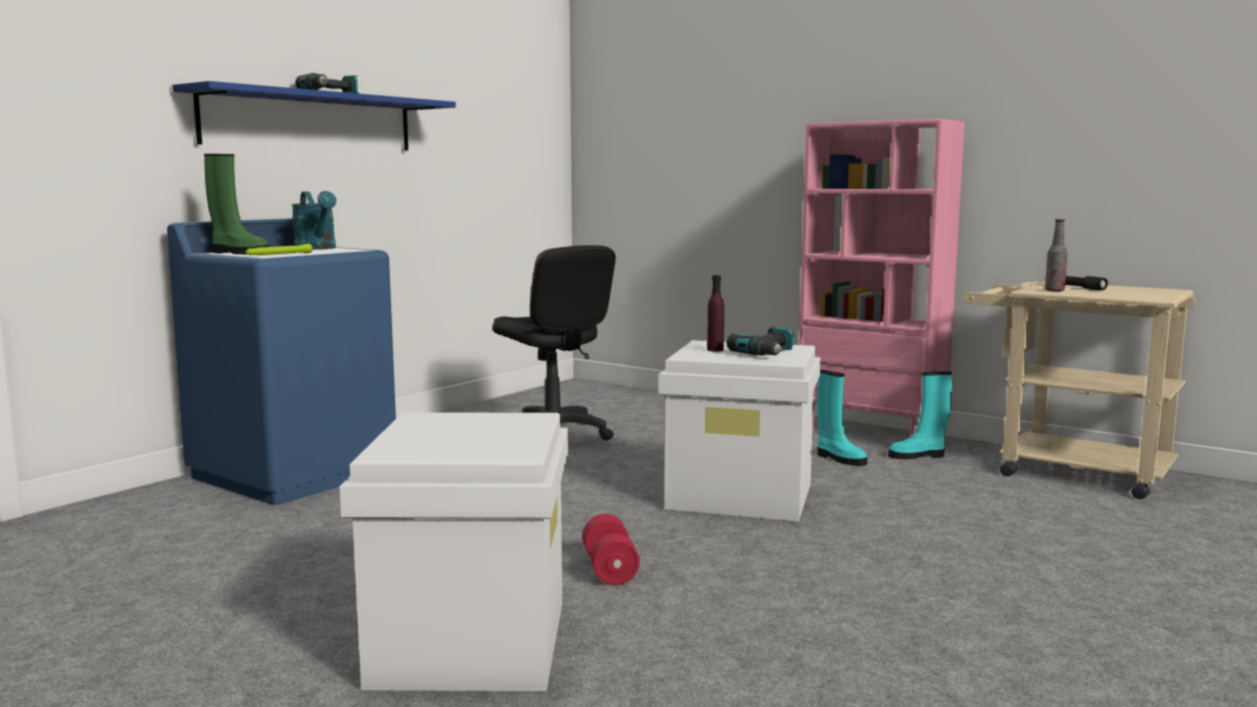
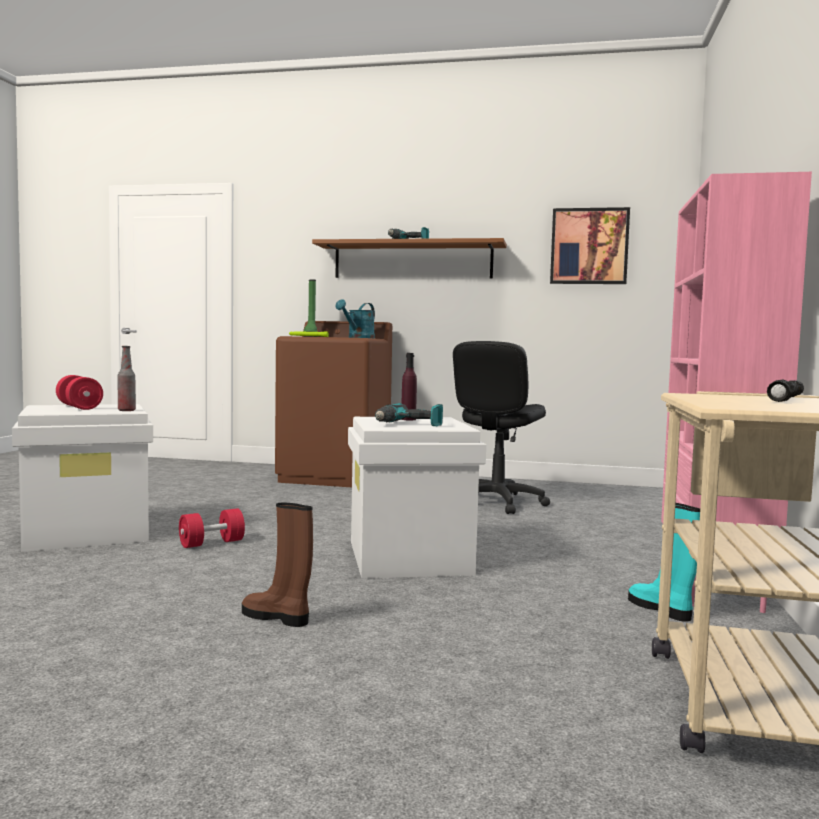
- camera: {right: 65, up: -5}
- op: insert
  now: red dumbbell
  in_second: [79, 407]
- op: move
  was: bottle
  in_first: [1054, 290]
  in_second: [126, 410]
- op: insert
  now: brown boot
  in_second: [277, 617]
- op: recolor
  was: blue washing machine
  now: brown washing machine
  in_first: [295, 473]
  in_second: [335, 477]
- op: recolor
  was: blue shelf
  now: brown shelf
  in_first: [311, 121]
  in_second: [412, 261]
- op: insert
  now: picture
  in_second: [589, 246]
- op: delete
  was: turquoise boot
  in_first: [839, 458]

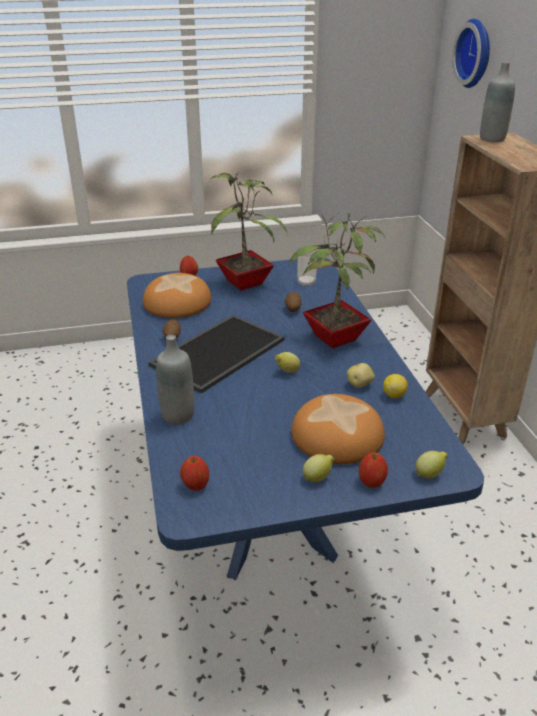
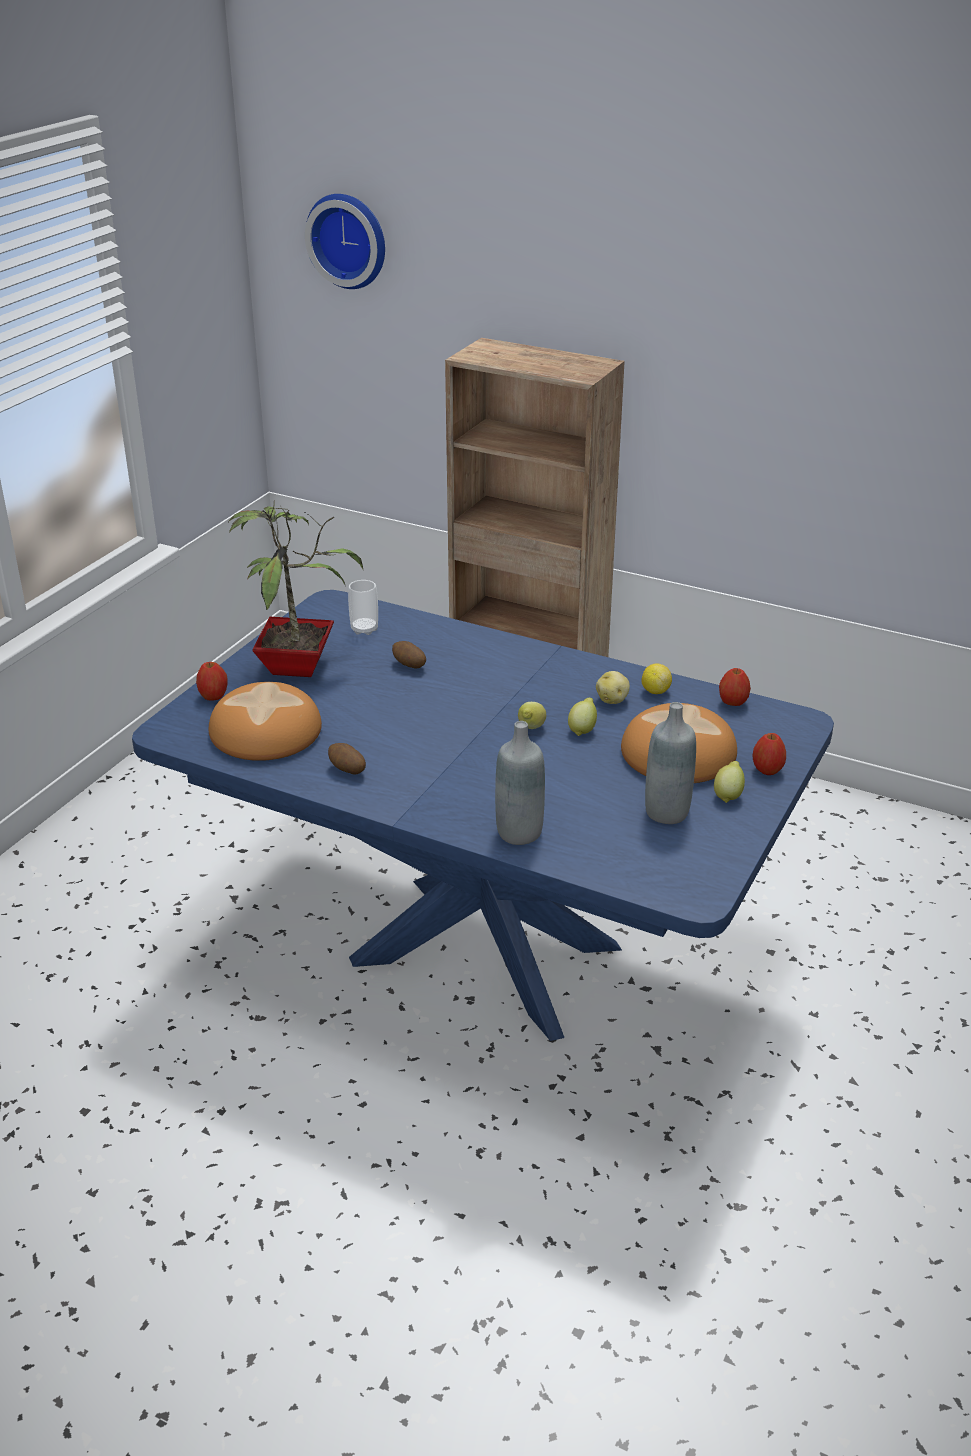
- camera: {right: -50, up: 0}
- op: move
  was: lemon
  in_first: [429, 474]
  in_second: [582, 729]
- op: move
  was: grey bottle
  in_first: [492, 139]
  in_second: [667, 812]
- op: move
  was: apple
  in_first: [195, 485]
  in_second: [732, 703]
- op: delete
  was: tray
  in_first: [217, 351]
- op: delete
  was: potted plant
  in_first: [333, 339]

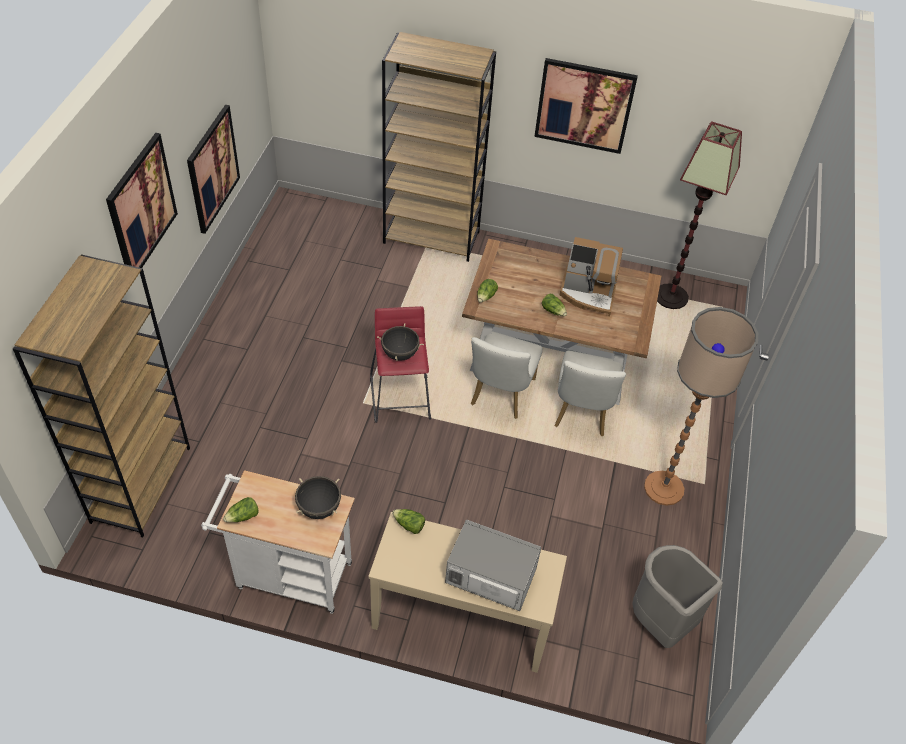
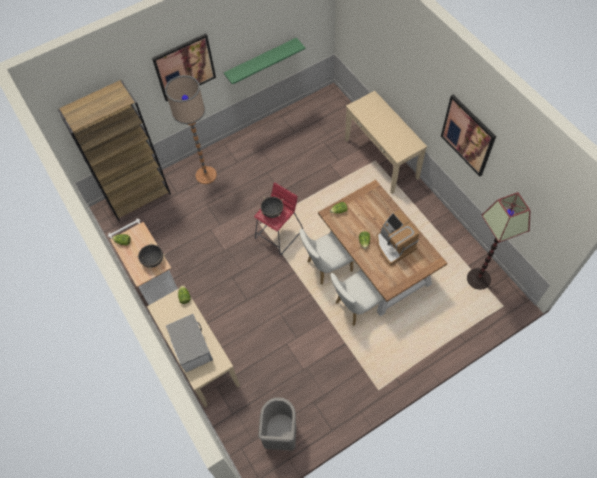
- camera: {right: 50, up: 10}
- op: move
  was: floor lamp
  in_first: [664, 488]
  in_second: [206, 175]
- op: replace
  was: picture
  now: green shelf
  in_first: [213, 169]
  in_second: [261, 60]
- op: replace
  was: brown bookcase
  now: beige console table
  in_first: [432, 237]
  in_second: [381, 158]

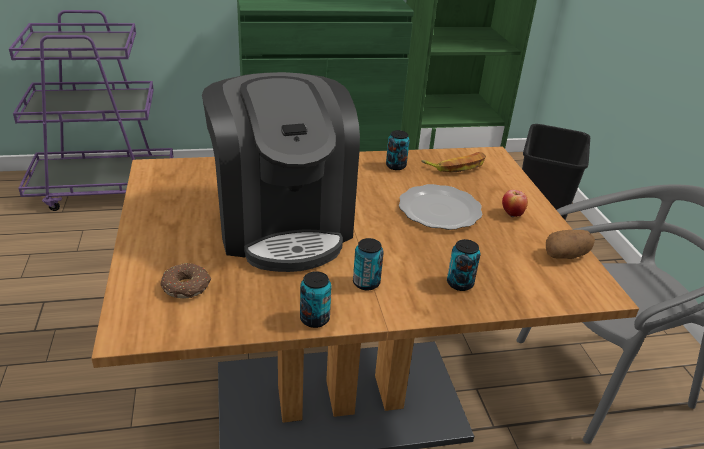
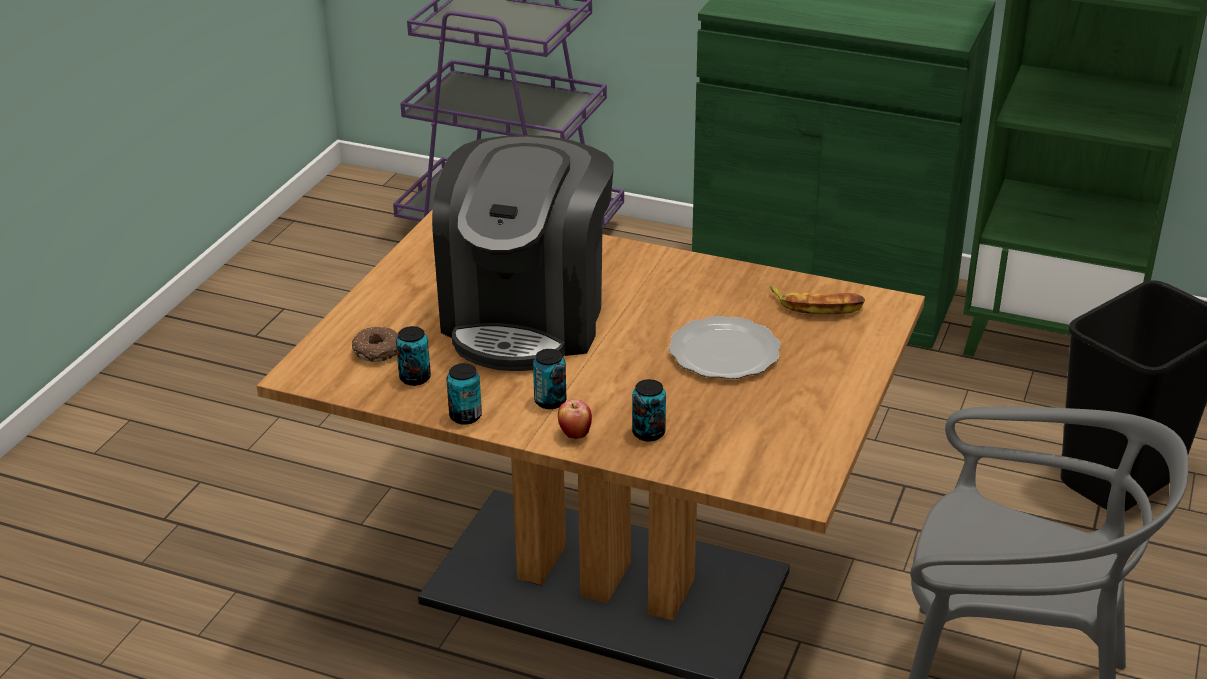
- camera: {right: 35, up: 0}
- op: move
  was: can
  in_first: [396, 166]
  in_second: [415, 378]
- op: move
  was: apple
  in_first: [511, 214]
  in_second: [574, 434]
- op: delete
  was: potato
  in_first: [566, 255]

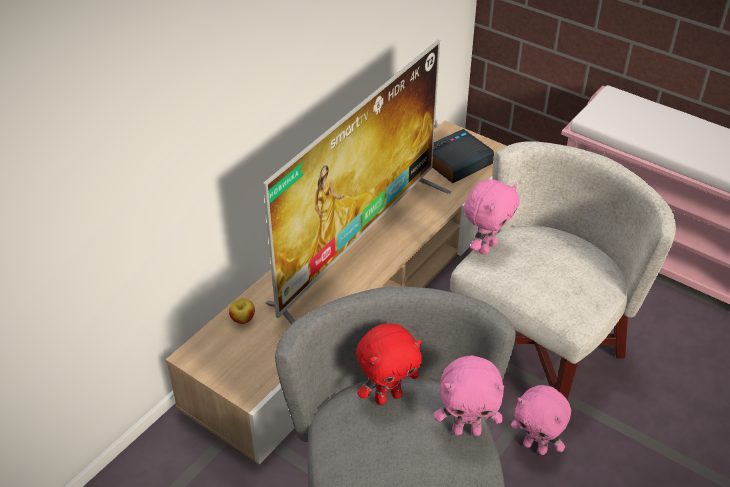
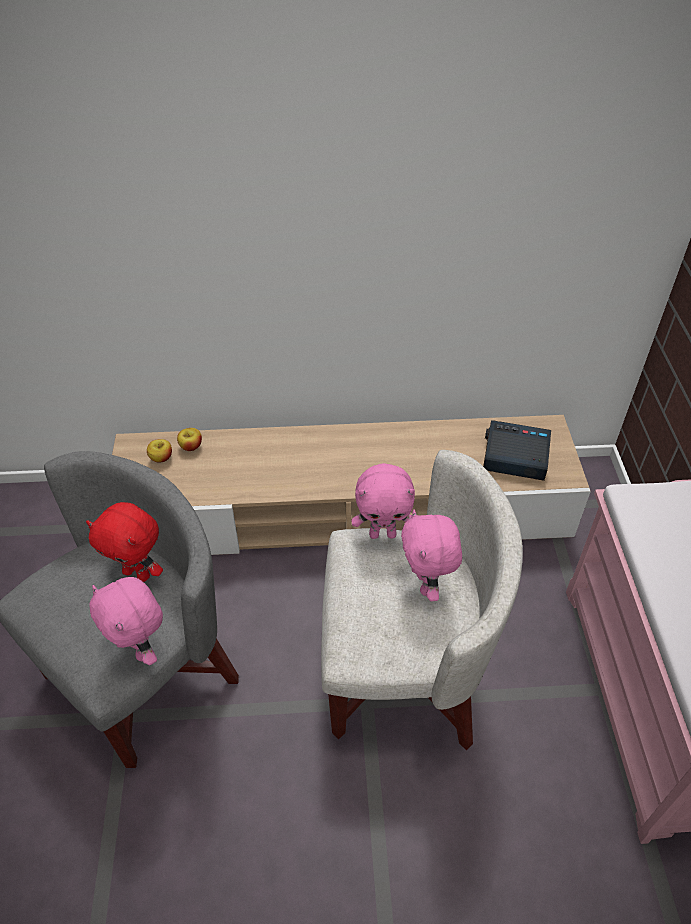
- camera: {right: 50, up: 5}
- op: insert
  now: apple
  in_second: [161, 458]
- op: move
  was: pink plush toy
  in_first: [535, 447]
  in_second: [427, 585]
- op: delete
  was: television
  in_first: [358, 246]

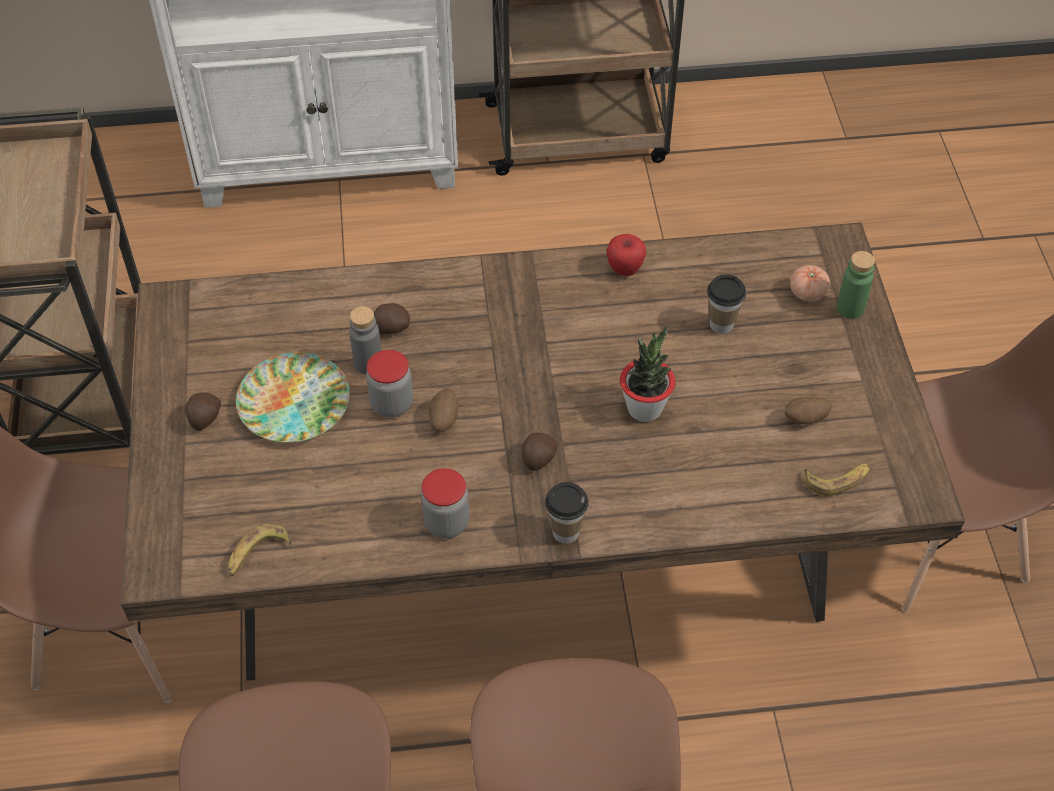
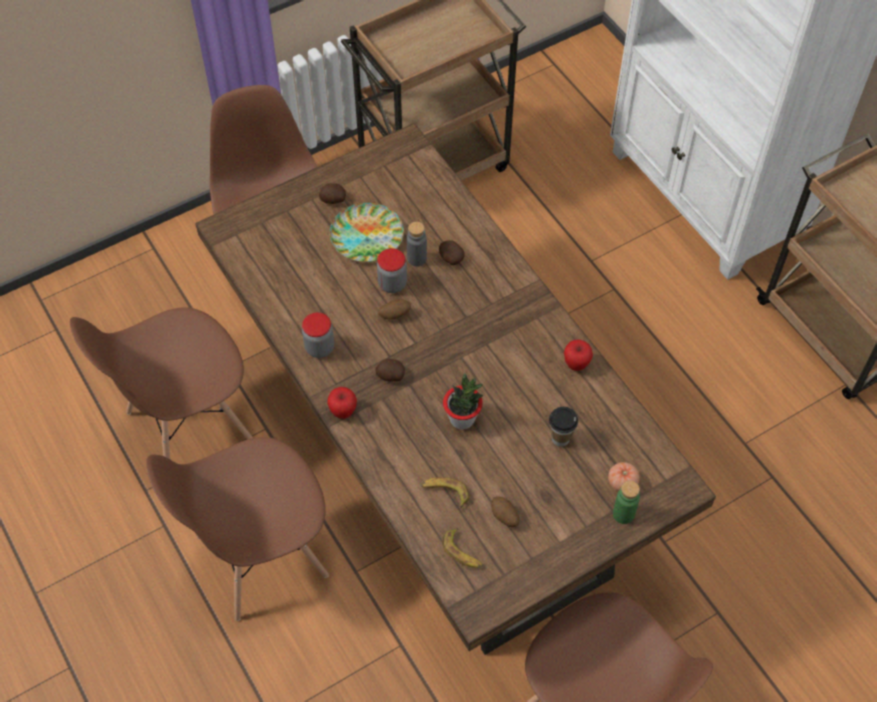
- camera: {right: 65, up: 5}
- op: replace
  was: cup
  now: apple
  in_first: [565, 532]
  in_second: [343, 411]
- op: move
  was: banana
  in_first: [257, 554]
  in_second: [445, 492]

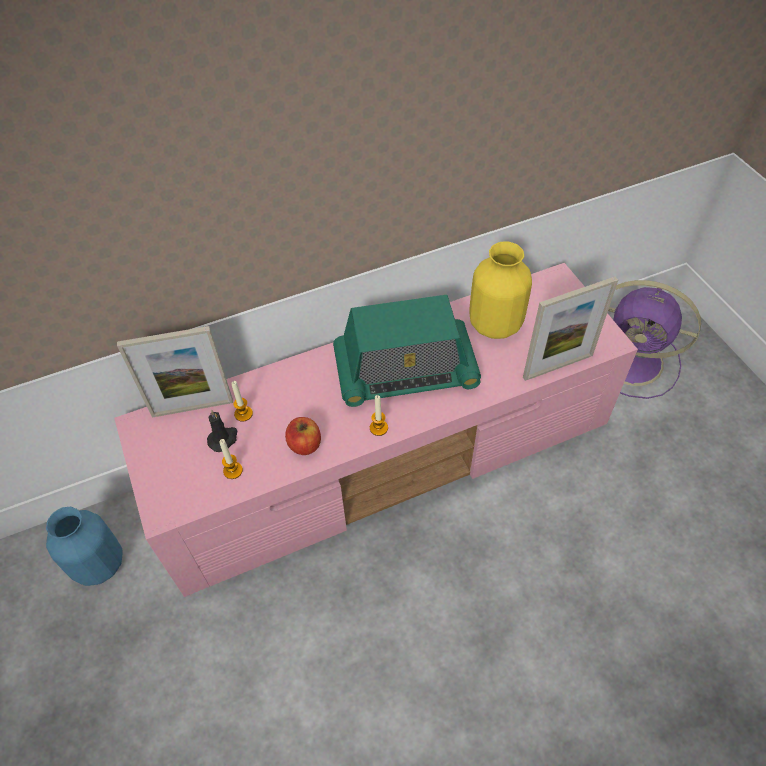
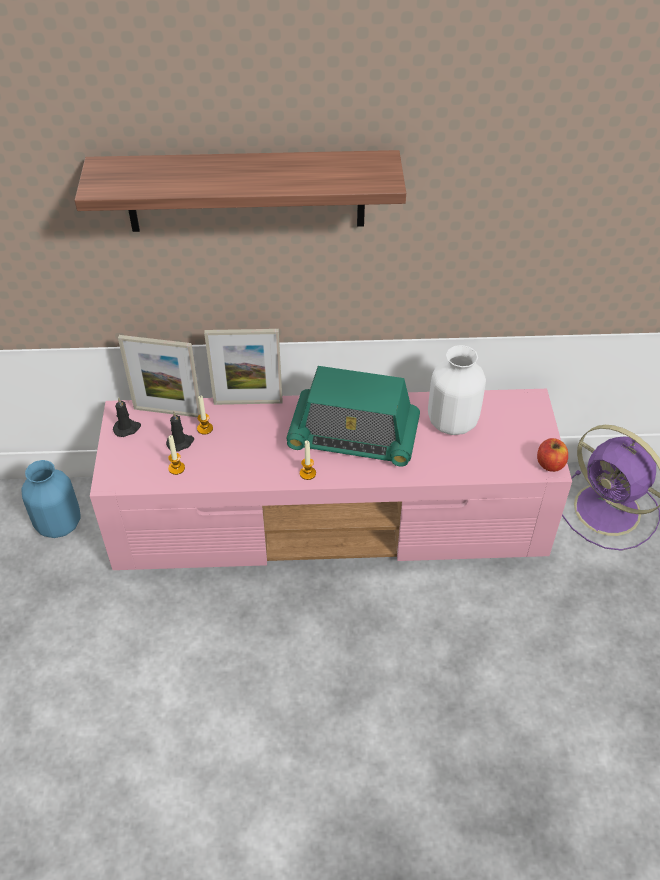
- camera: {right: 20, up: -5}
- op: insert
  now: shelf
  in_second: [245, 191]
- op: insert
  now: black candle
  in_second: [127, 428]
- op: move
  was: picture frame
  in_first: [558, 366]
  in_second: [248, 402]
- op: recolor
  was: yellow vase
  now: white vase
  in_first: [495, 324]
  in_second: [453, 421]
- op: move
  was: apple
  in_first: [304, 444]
  in_second: [550, 464]

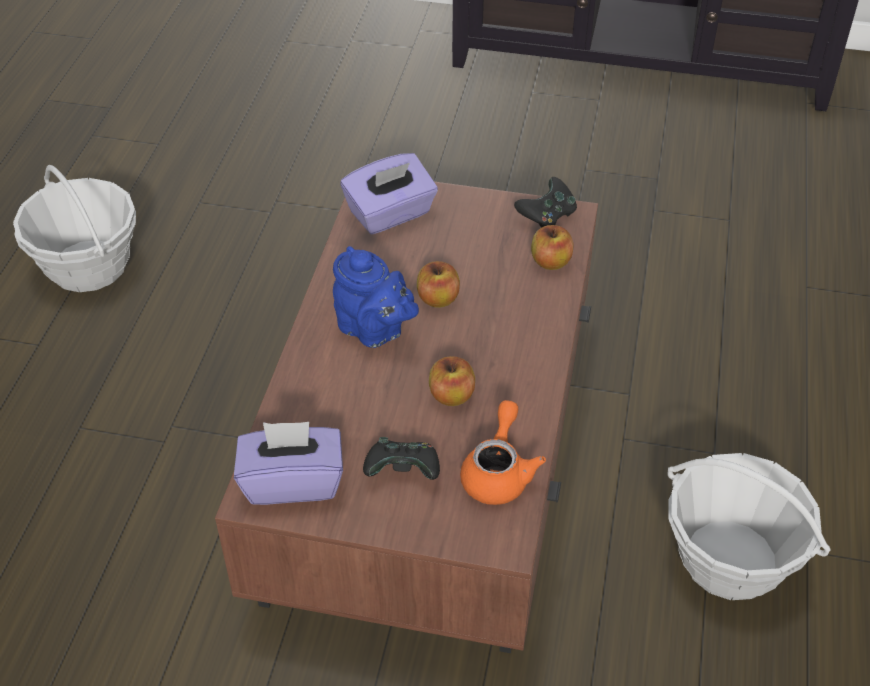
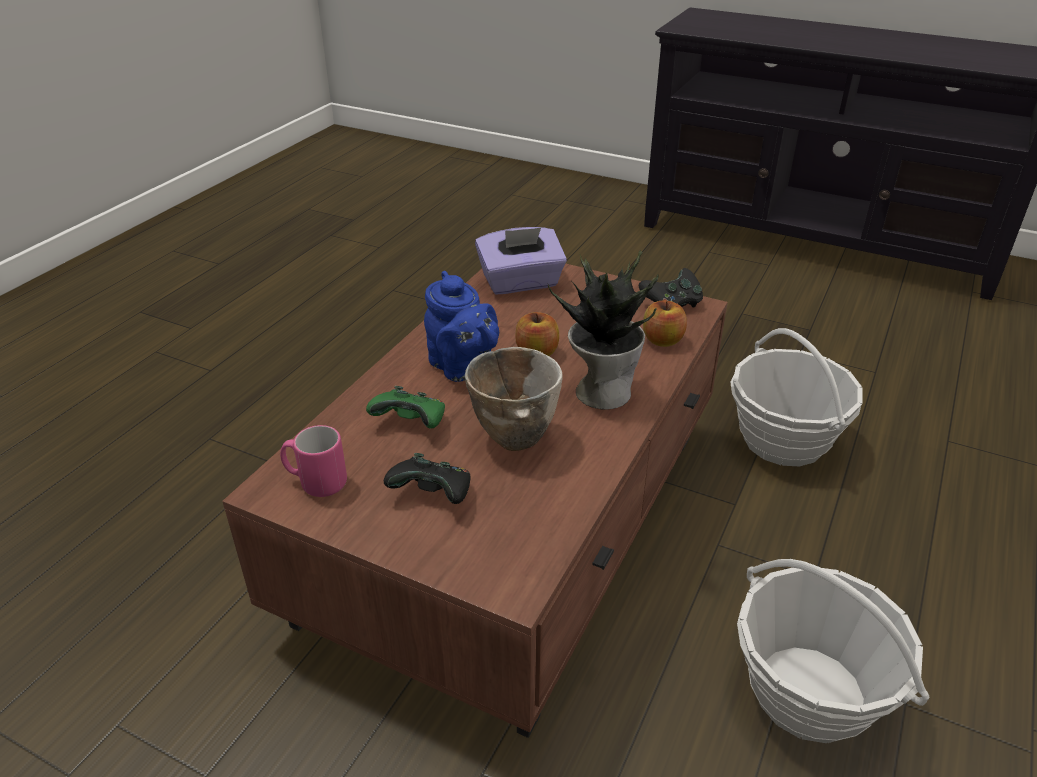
- camera: {right: 15, up: -10}
- op: replace
  was: purple tissue box
  now: pink mug
  in_first: [292, 481]
  in_second: [316, 482]
- op: insert
  now: green game controller
  in_second: [412, 423]
- op: replace
  was: apple
  now: bowl
  in_first: [451, 395]
  in_second: [515, 435]
- op: insert
  now: potted plant
  in_second: [602, 391]
- op: move
  was: basket
  in_first: [88, 266]
  in_second: [783, 440]
- op: delete
  was: orange teapot
  in_first: [498, 472]

